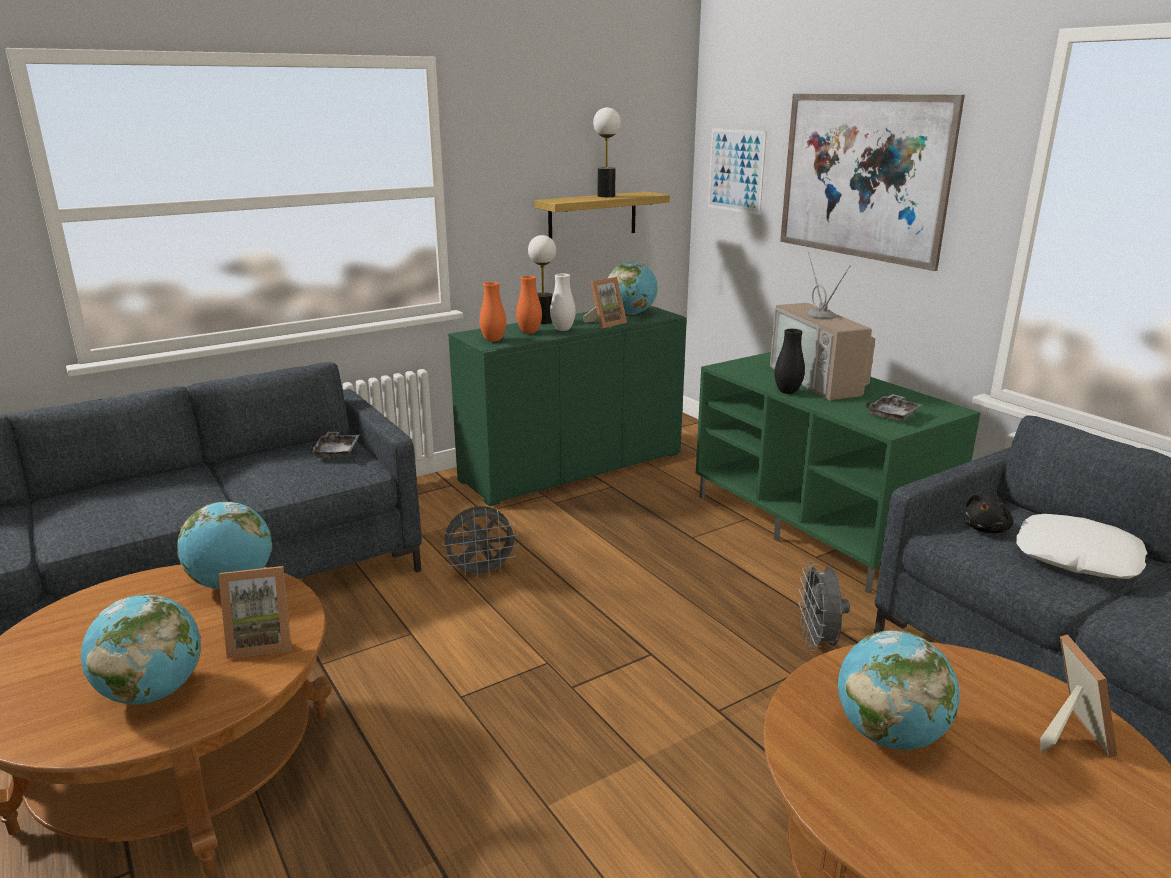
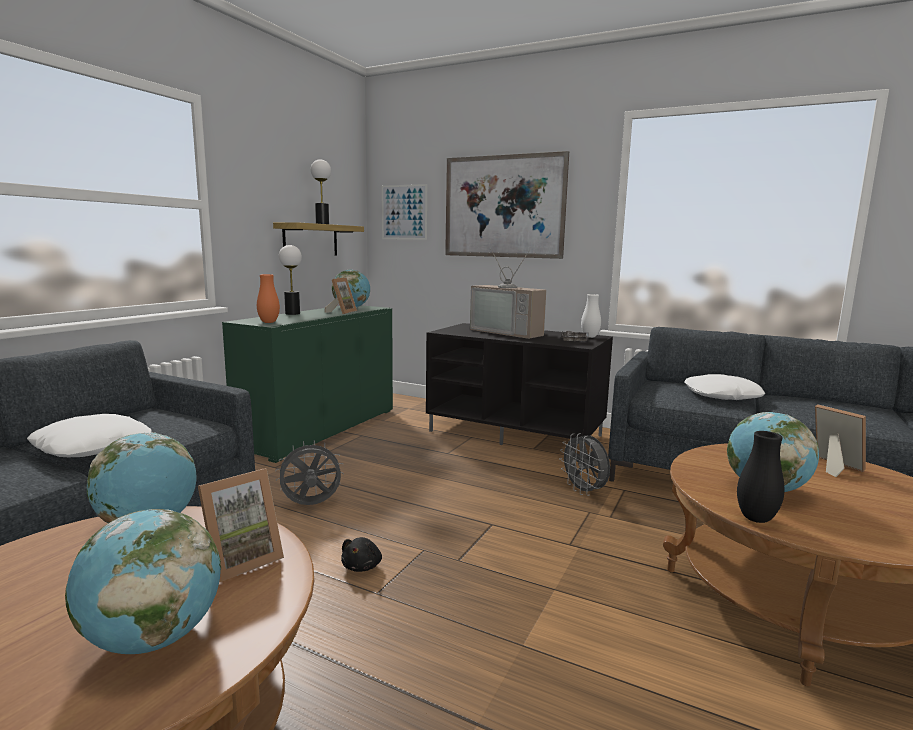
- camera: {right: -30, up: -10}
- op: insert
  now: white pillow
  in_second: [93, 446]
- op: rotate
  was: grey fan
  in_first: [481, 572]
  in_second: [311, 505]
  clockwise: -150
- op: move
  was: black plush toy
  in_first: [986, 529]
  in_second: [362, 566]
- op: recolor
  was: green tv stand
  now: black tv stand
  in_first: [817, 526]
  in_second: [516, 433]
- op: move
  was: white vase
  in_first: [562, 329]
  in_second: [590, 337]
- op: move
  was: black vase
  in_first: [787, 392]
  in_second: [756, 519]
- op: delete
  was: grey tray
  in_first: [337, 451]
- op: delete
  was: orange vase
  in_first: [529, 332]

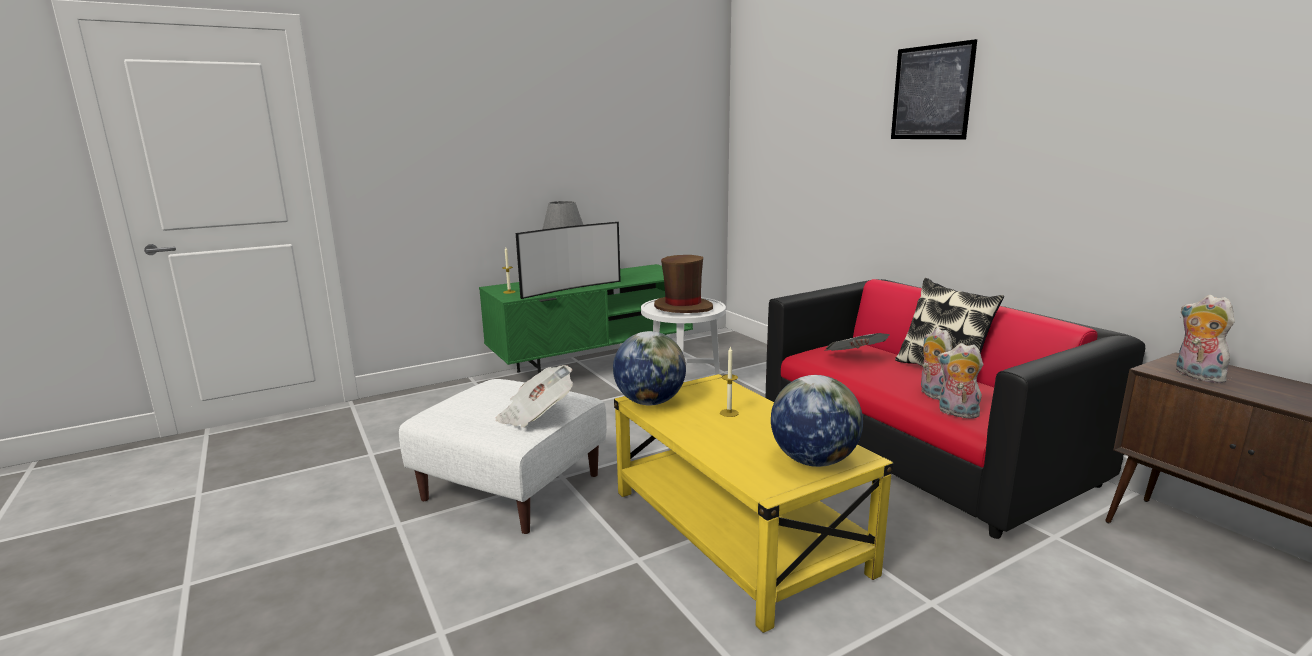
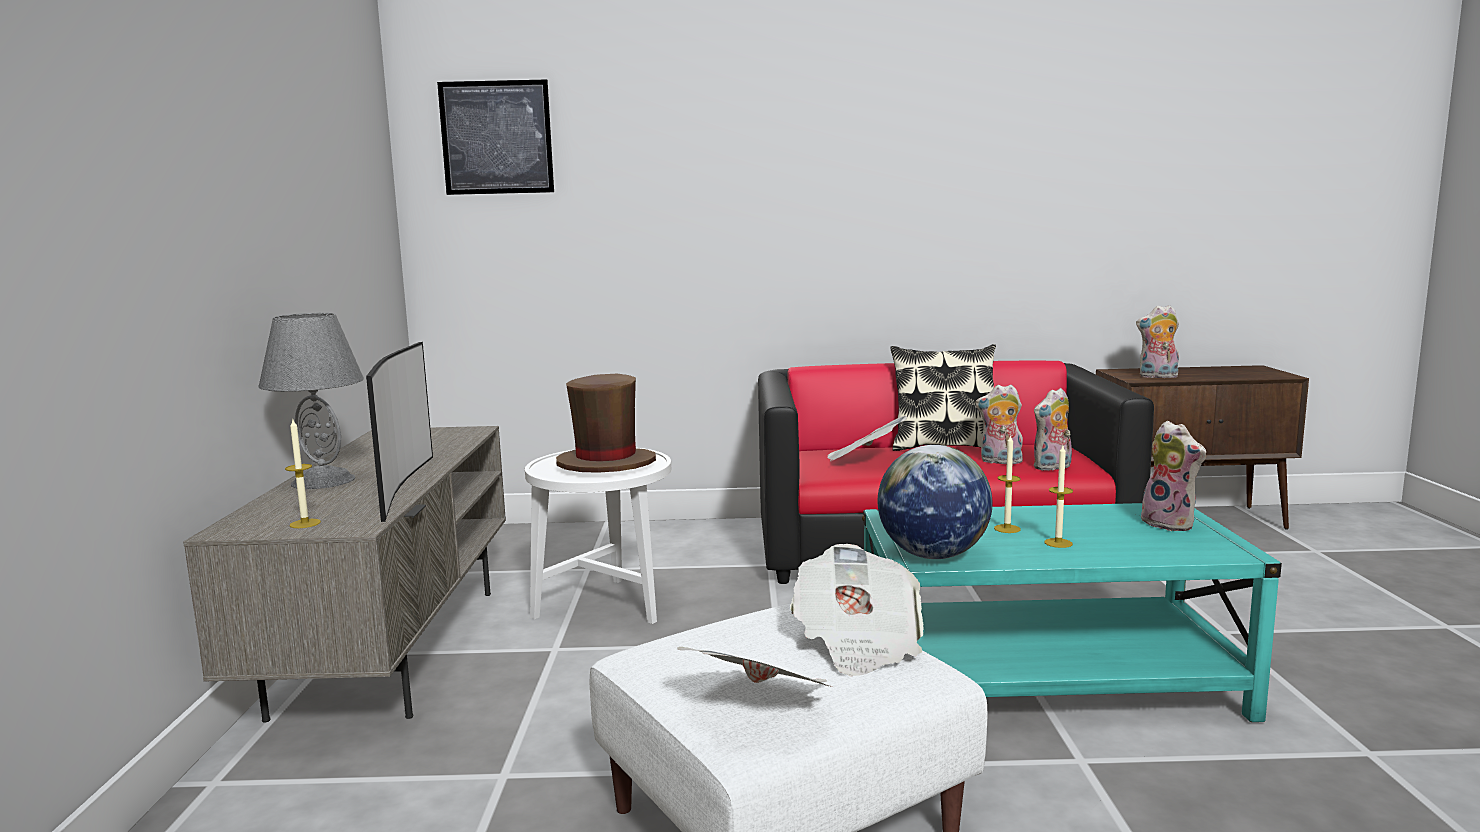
- camera: {right: -60, up: -5}
- op: recolor
  was: green tv stand
  now: grey tv stand
  in_first: [593, 367]
  in_second: [391, 648]
- op: move
  was: picture
  in_first: [931, 92]
  in_second: [496, 137]
- op: insert
  now: newspaper
  in_second: [763, 707]
- op: recolor
  was: yellow coffee table
  now: turquoise coffee table
  in_first: [736, 531]
  in_second: [1046, 681]
- op: insert
  now: candle
  in_second: [1058, 543]
- op: replace
  was: globe
  now: plush toy
  in_first: [813, 461]
  in_second: [1171, 524]

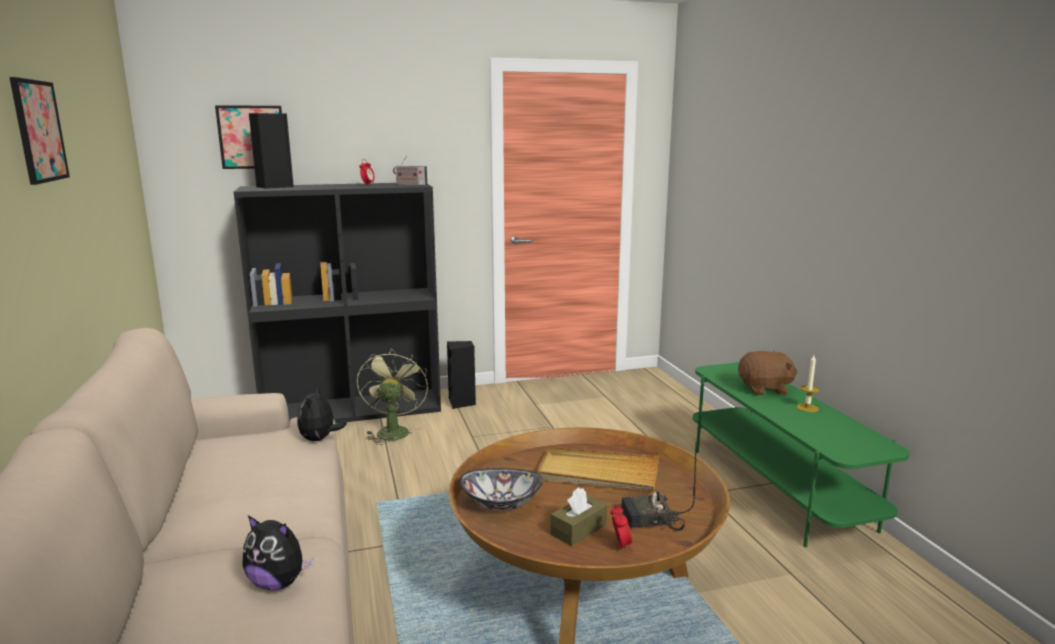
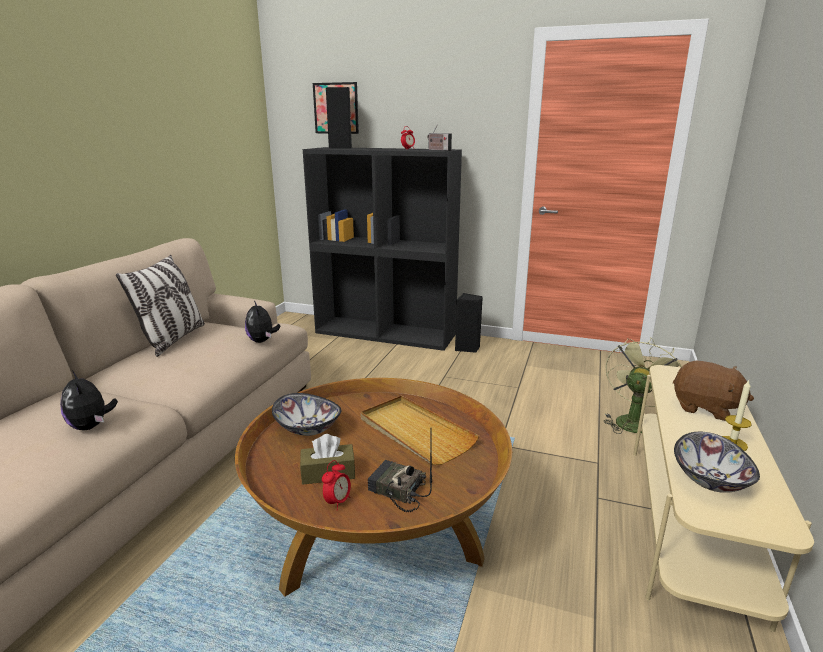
- camera: {right: 35, up: 5}
- op: insert
  now: pillow
  in_second: [173, 339]
- op: rotate
  was: plush toy
  in_first: [320, 439]
  in_second: [262, 341]
  clockwise: -60
- op: move
  was: green fan
  in_first: [393, 431]
  in_second: [633, 421]
- op: recolor
  was: green tv stand
  now: beige tv stand
  in_first: [778, 488]
  in_second: [689, 524]
- op: insert
  now: bowl
  in_second: [711, 480]
- op: delete
  was: picture
  in_first: [39, 131]

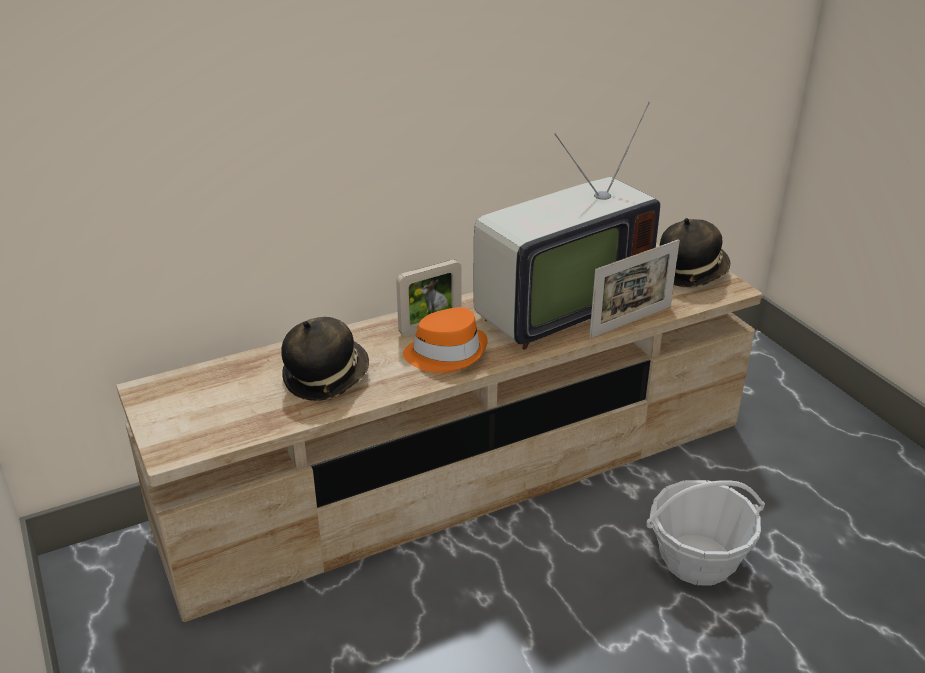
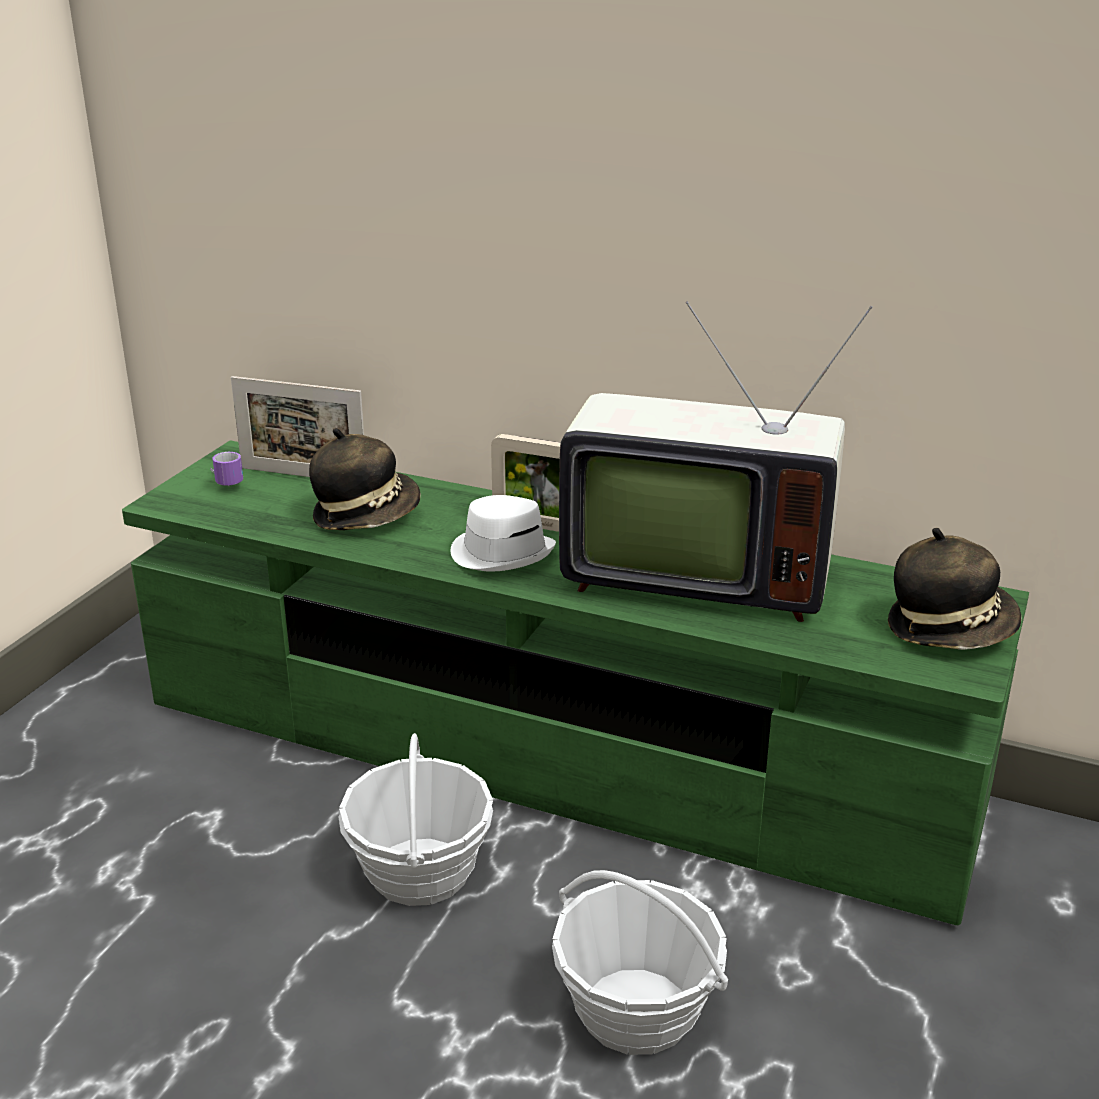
- camera: {right: 50, up: -5}
- op: recolor
  was: beige tv stand
  now: green tv stand
  in_first: [462, 475]
  in_second: [549, 754]
- op: insert
  now: mug
  in_second: [223, 482]
- op: move
  was: picture frame
  in_first: [630, 321]
  in_second: [303, 475]
- op: insert
  now: basket
  in_second: [420, 872]
- op: recolor
  was: orange hat
  now: white hat
  in_first: [446, 352]
  in_second: [502, 553]

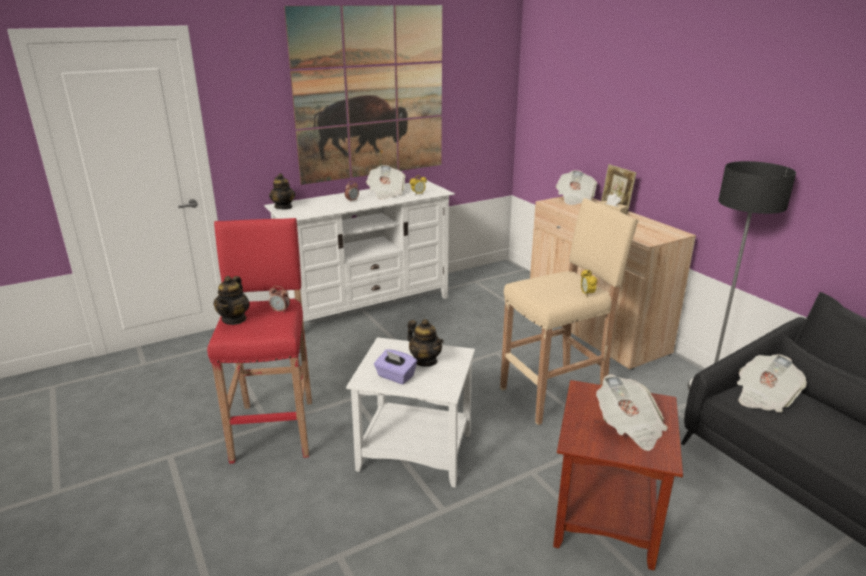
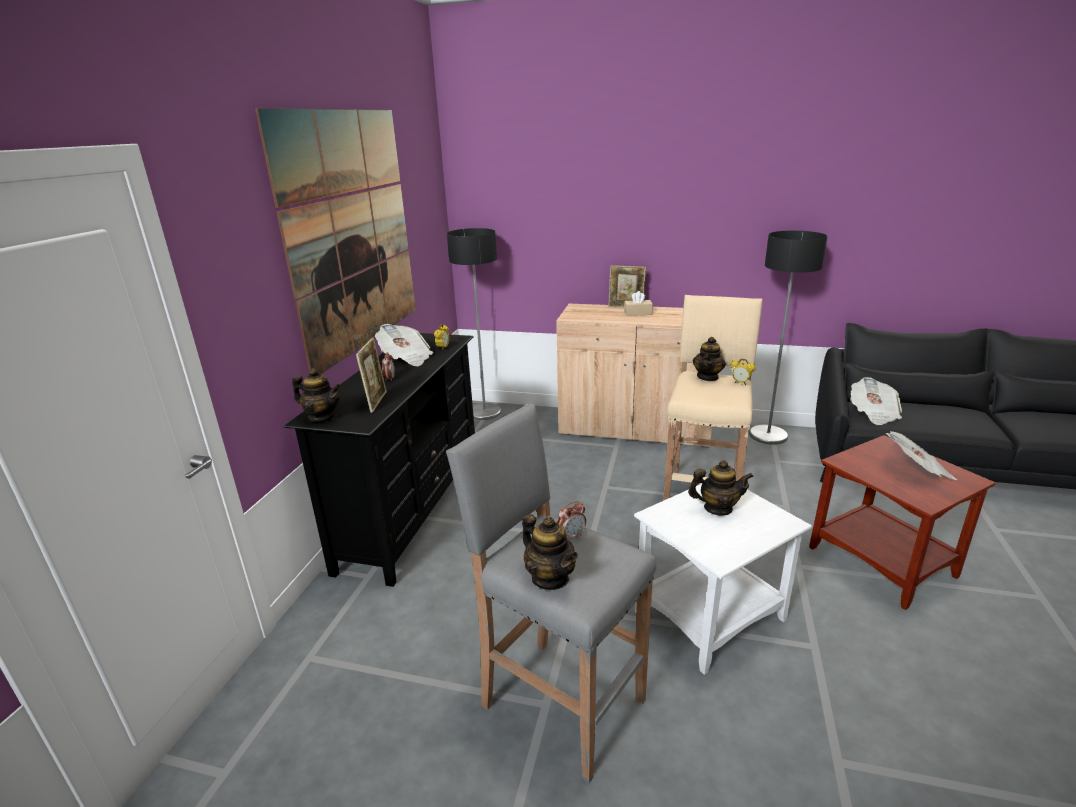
- camera: {right: -45, up: 0}
- op: recolor
  was: white tv stand
  now: black tv stand
  in_first: [367, 306]
  in_second: [412, 509]
- op: insert
  now: picture frame
  in_second: [376, 402]
- op: recolor
  was: red stool
  now: grey stool
  in_first: [274, 428]
  in_second: [559, 701]
- op: insert
  now: floor lamp
  in_second: [484, 412]
- op: insert
  now: teapot
  in_second: [708, 377]
- op: delete
  was: purple tissue box
  in_first: [395, 376]
- op: delete
  was: newspaper
  in_first: [574, 199]

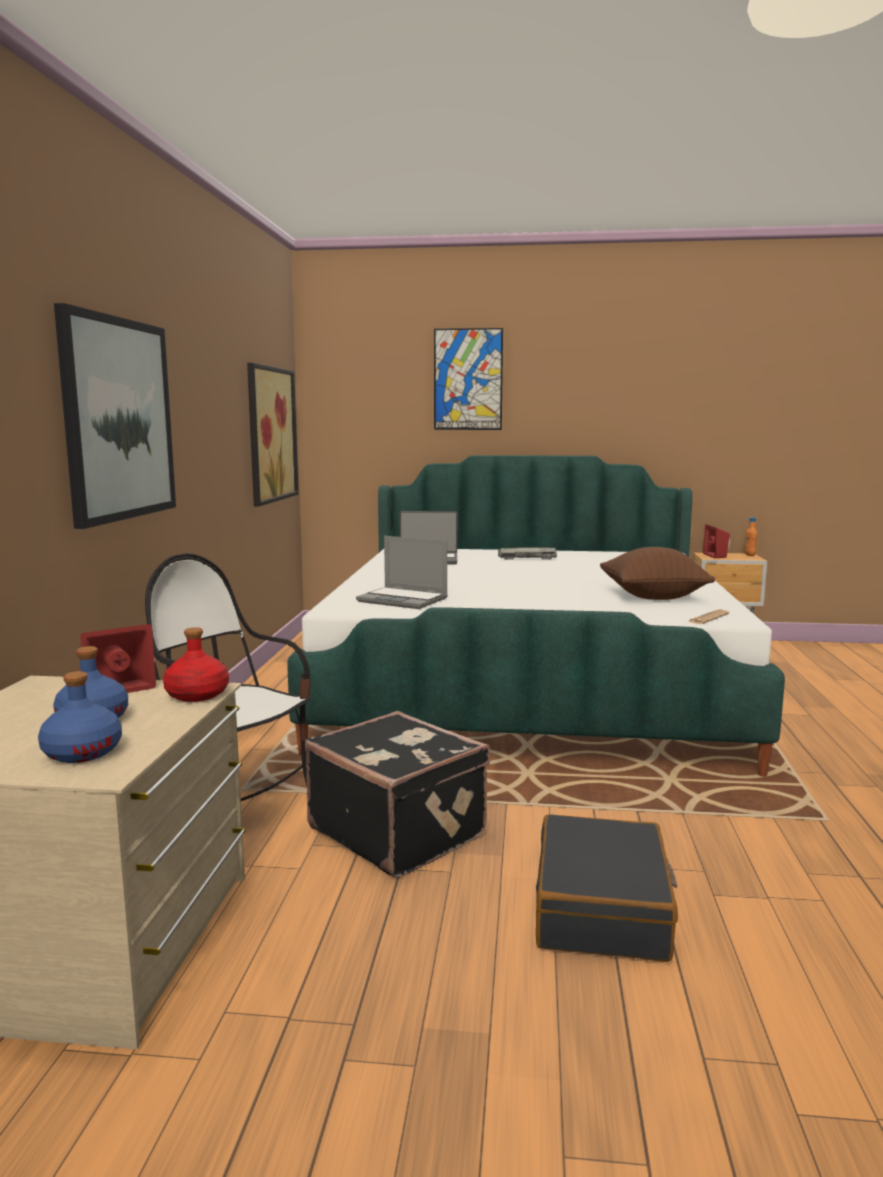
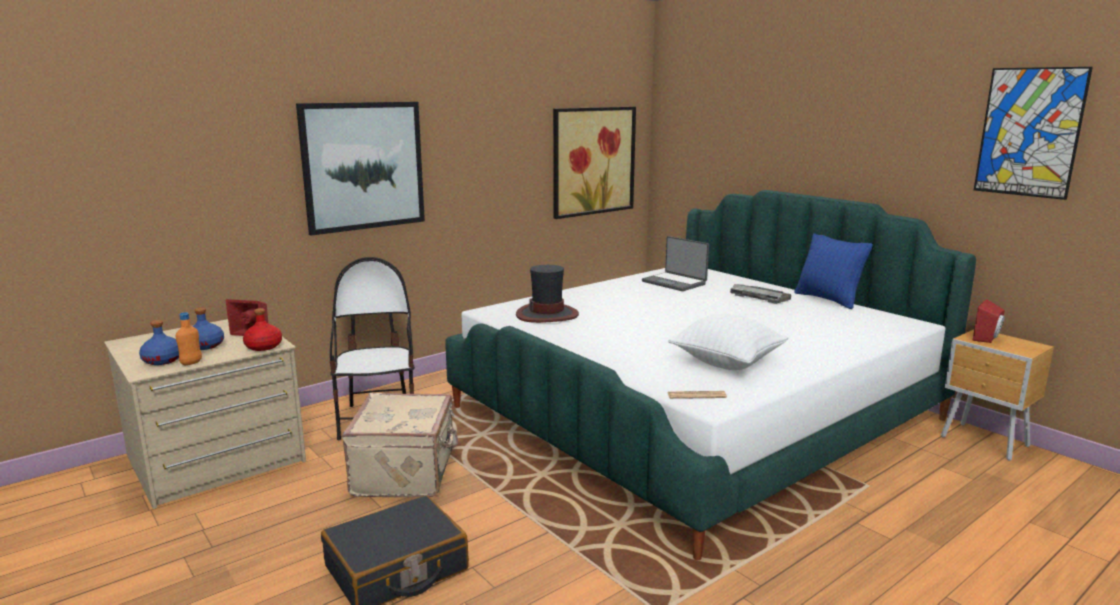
- camera: {right: 45, up: 5}
- op: move
  was: orange bottle
  in_first: [750, 555]
  in_second: [191, 363]
- op: recolor
  was: black suitcase
  now: beige suitcase
  in_first: [398, 831]
  in_second: [406, 473]
- op: replace
  was: laptop
  now: hat
  in_first: [404, 600]
  in_second: [547, 314]
- op: recolor
  was: brown pillow
  now: white pillow
  in_first: [653, 597]
  in_second: [727, 363]
- op: insert
  now: blue pillow
  in_second: [828, 299]
- op: move
  was: picture
  in_first: [468, 379]
  in_second: [1029, 132]

